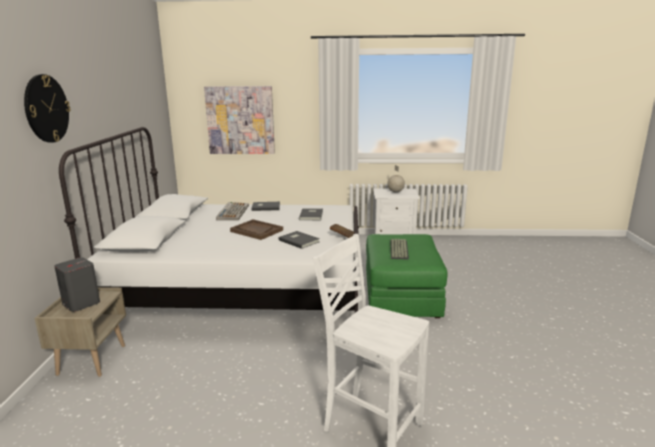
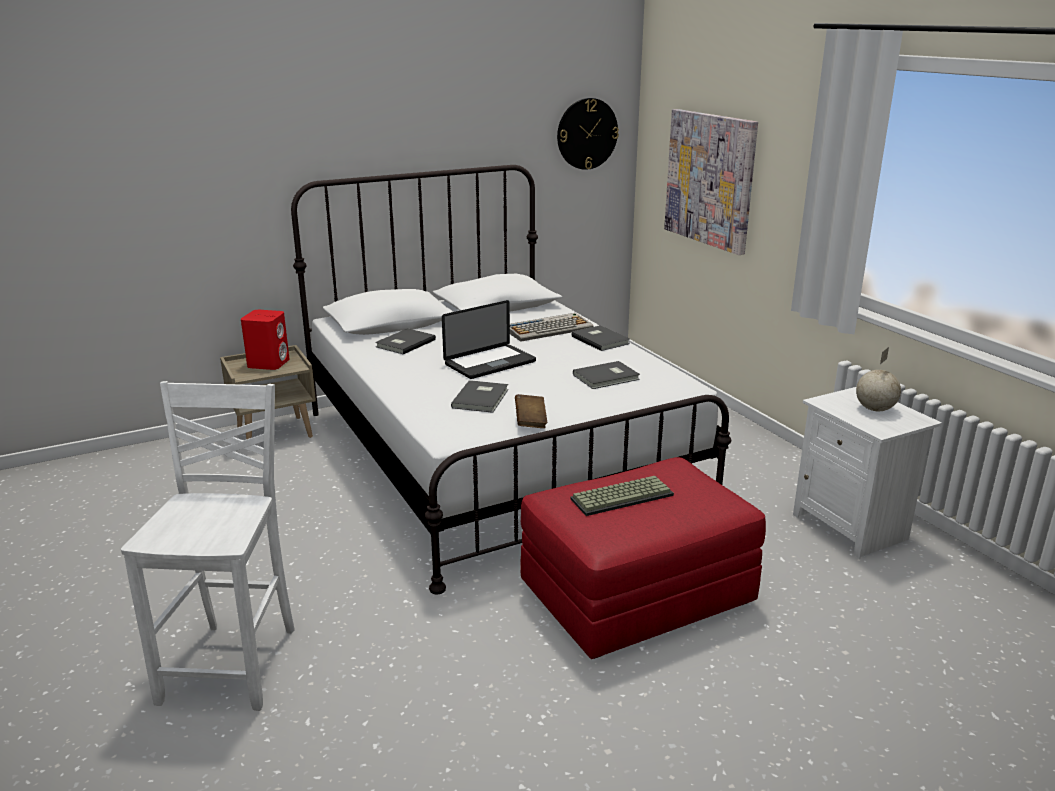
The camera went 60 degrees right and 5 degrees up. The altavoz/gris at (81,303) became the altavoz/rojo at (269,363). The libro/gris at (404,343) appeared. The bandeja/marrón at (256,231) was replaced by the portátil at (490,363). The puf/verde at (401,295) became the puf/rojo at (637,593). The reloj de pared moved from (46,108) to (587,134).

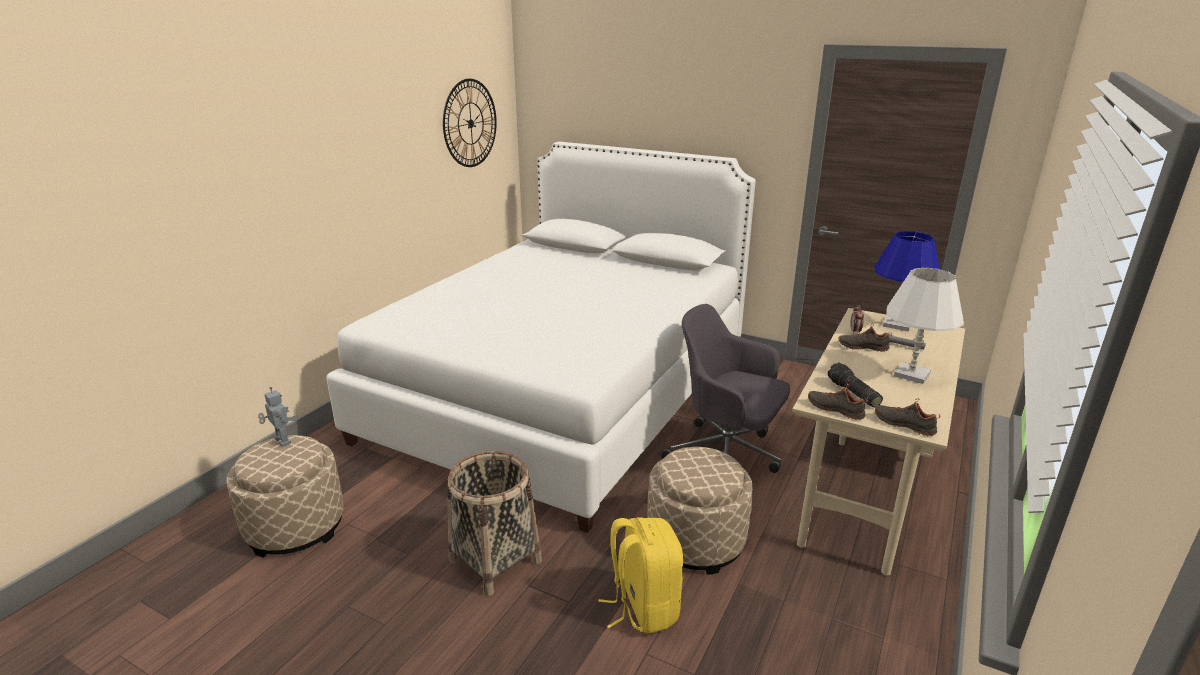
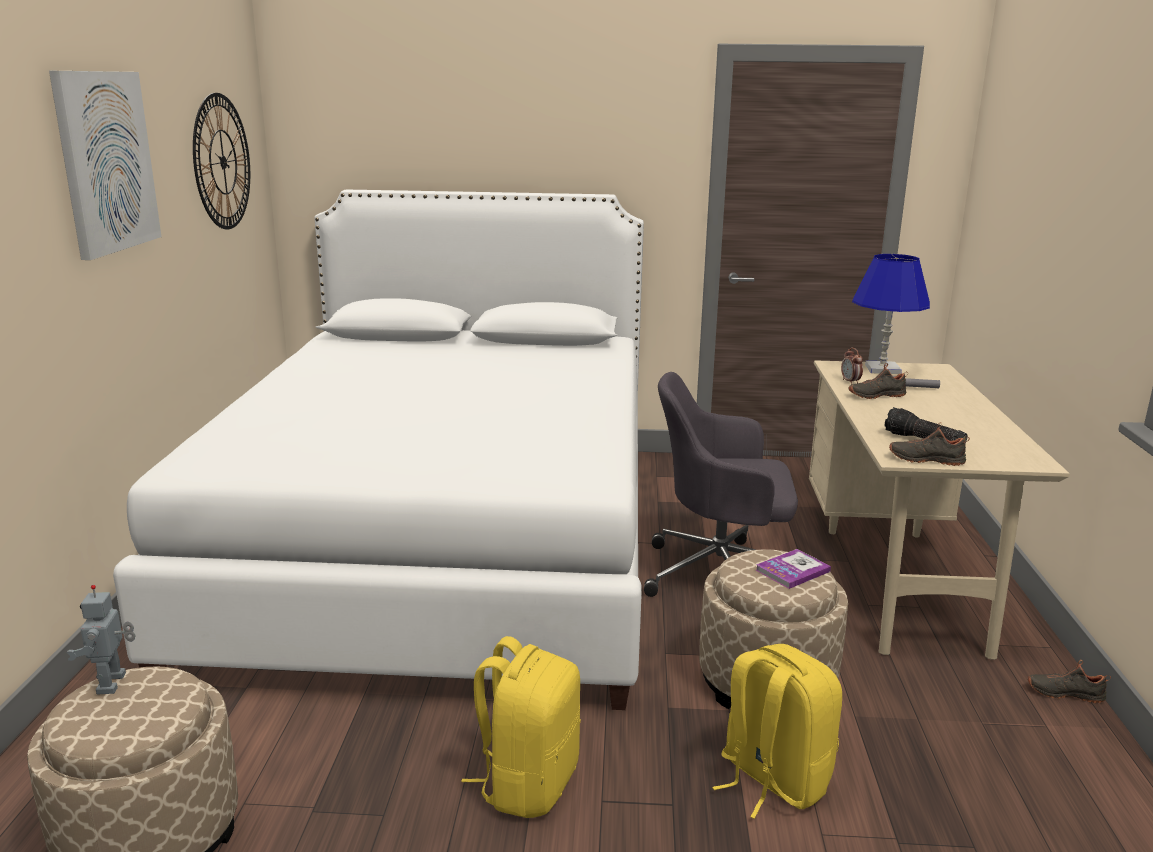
The camera went 25 degrees left and 5 degrees down. The cuadro at (105,162) appeared. The robot de juguete at (281,441) turned 120 degrees counterclockwise. The cesta at (495,560) was replaced by the mochila/amarillo at (528,783). The libro at (792,570) appeared. The zapato/negro moved from (904,424) to (1064,692). The lámpara de mesa/blanco at (911,374) disappeared.

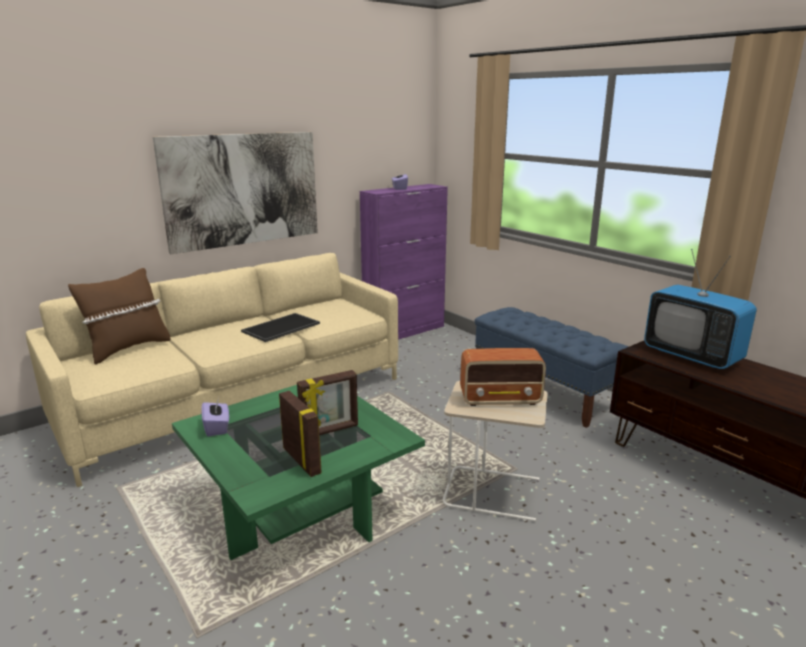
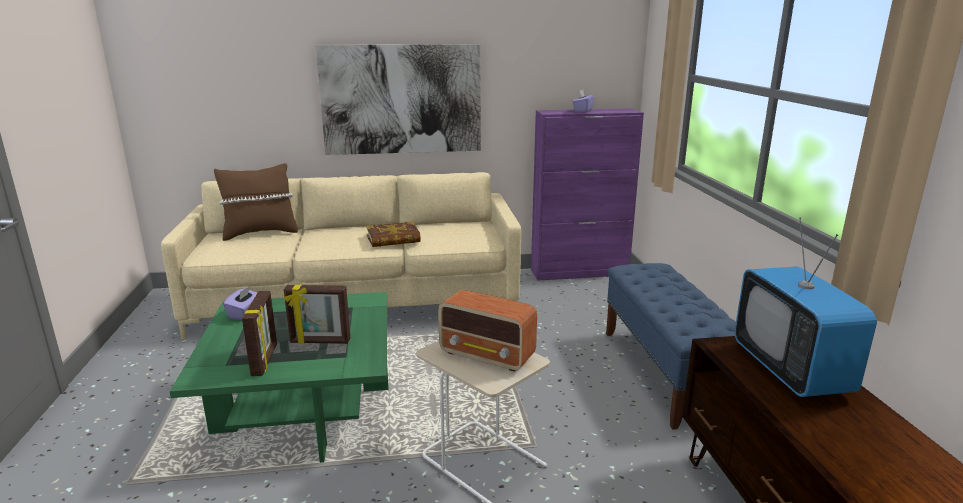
The camera went 30 degrees right and 0 degrees up. The bandeja at (281,328) was replaced by the libro at (393,239).

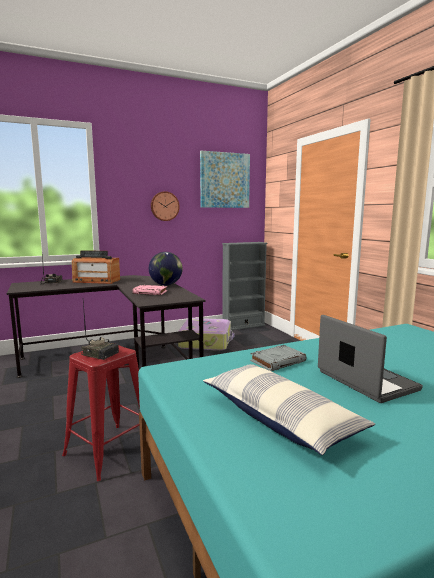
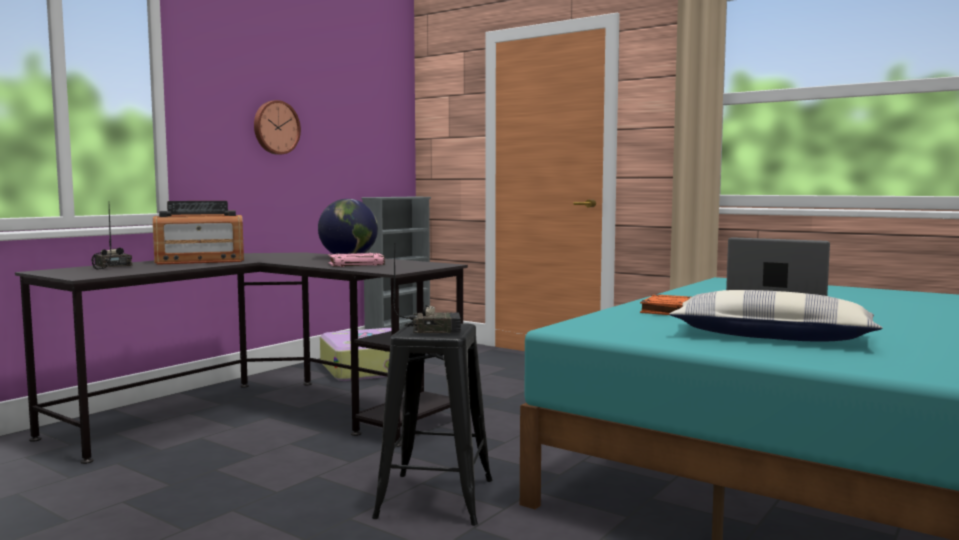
The camera went 30 degrees left and 5 degrees down. The taburete/rojo at (109,450) became the taburete/negro at (435,498). The libro/gris at (278,361) became the libro/naranja at (668,310). The cuadro at (224,180) disappeared.

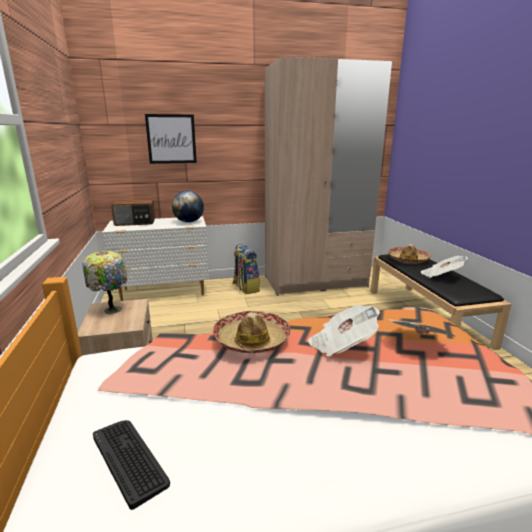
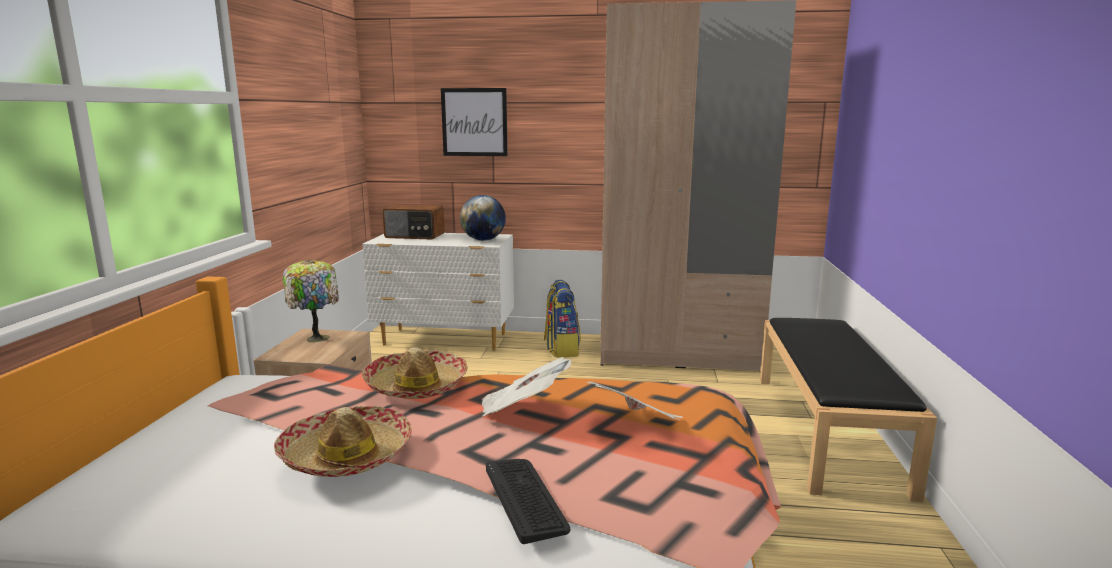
The camera went 20 degrees right and 5 degrees down. The sombrero moved from (408,260) to (346,455). The teclado moved from (129,459) to (525,498). The periódico at (441,276) disappeared.

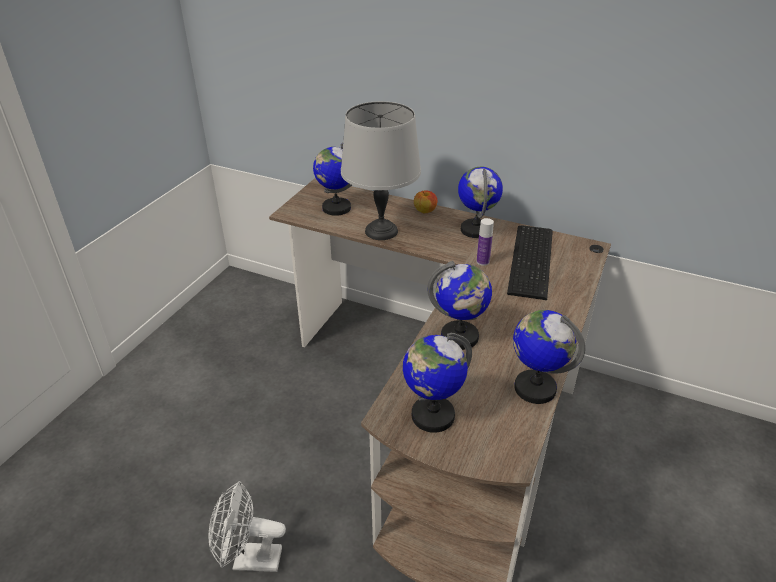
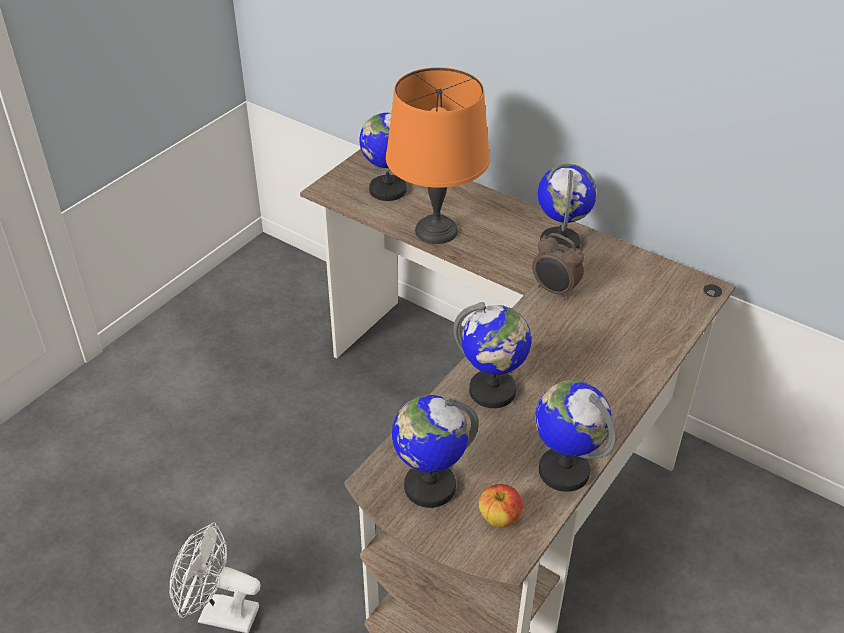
The camera went 10 degrees right and 5 degrees up. The lámpara de mesa/gris at (380,231) became the lámpara de mesa/naranja at (435,230). The manzana moved from (425,211) to (499,518). The botella at (483,261) was replaced by the despertador at (554,291). The teclado at (533,260) disappeared.

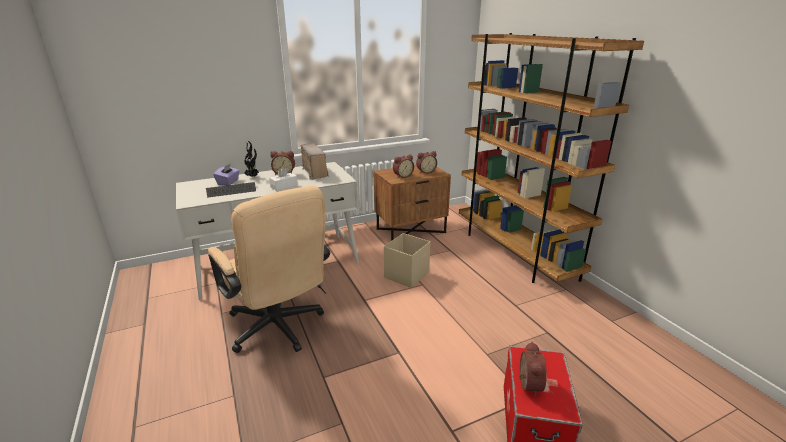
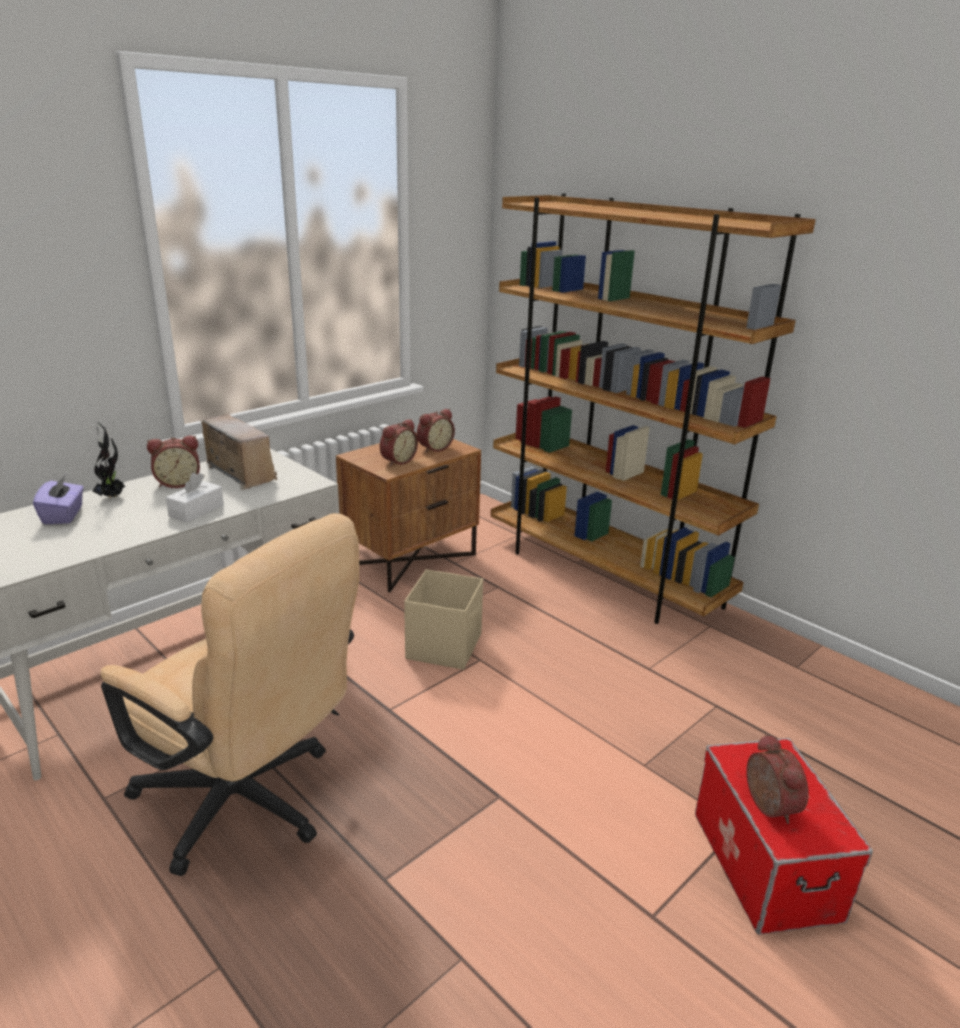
The camera went 20 degrees left and 0 degrees up. The teclado at (231,191) disappeared.

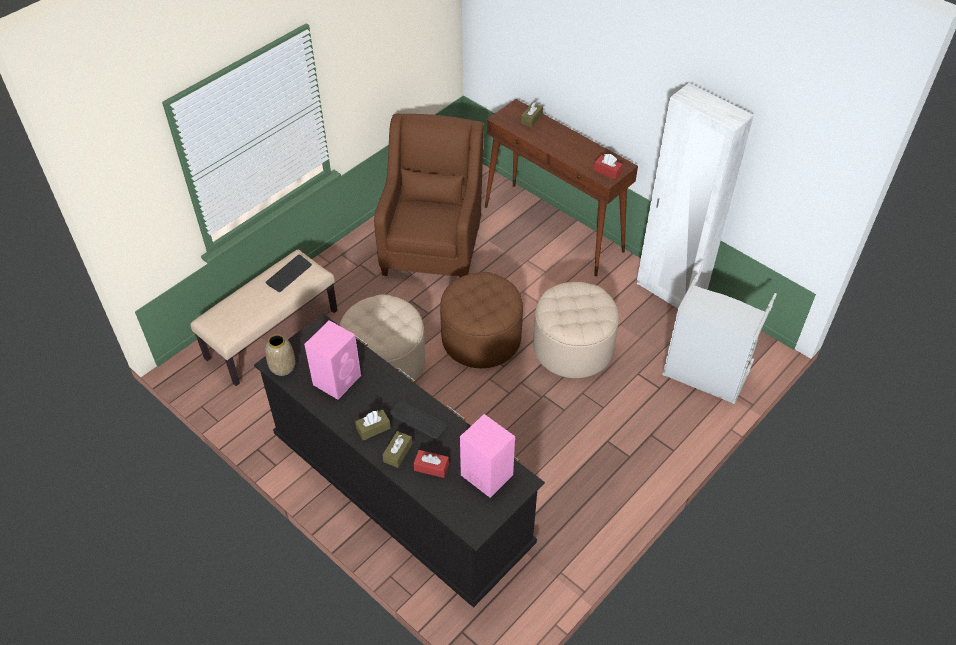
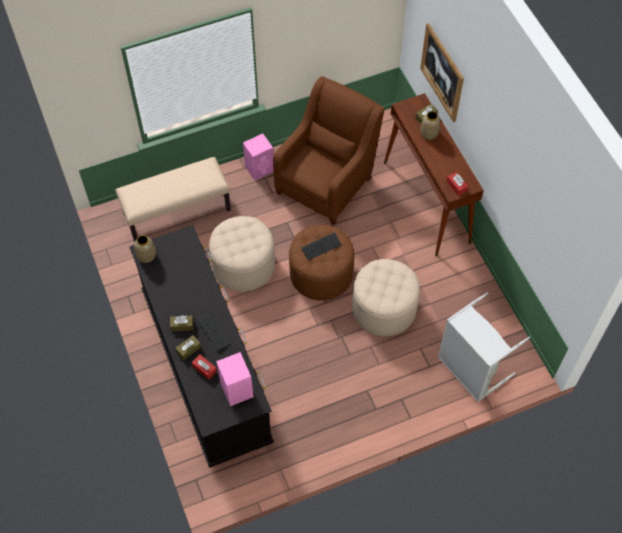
The camera went 25 degrees right and 10 degrees up. The altavoz/rosa moved from (338,379) to (260,168). The teclado moved from (289,274) to (321,247). The cuadro at (442,72) appeared. The florero at (429,133) appeared. The armario ropero/blanco at (669,293) disappeared.

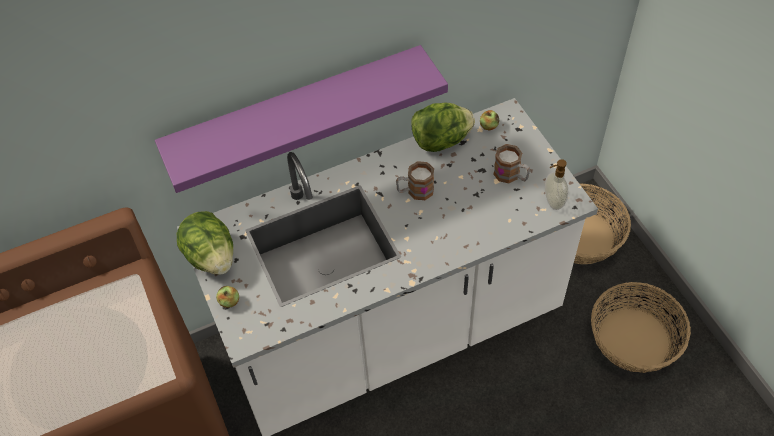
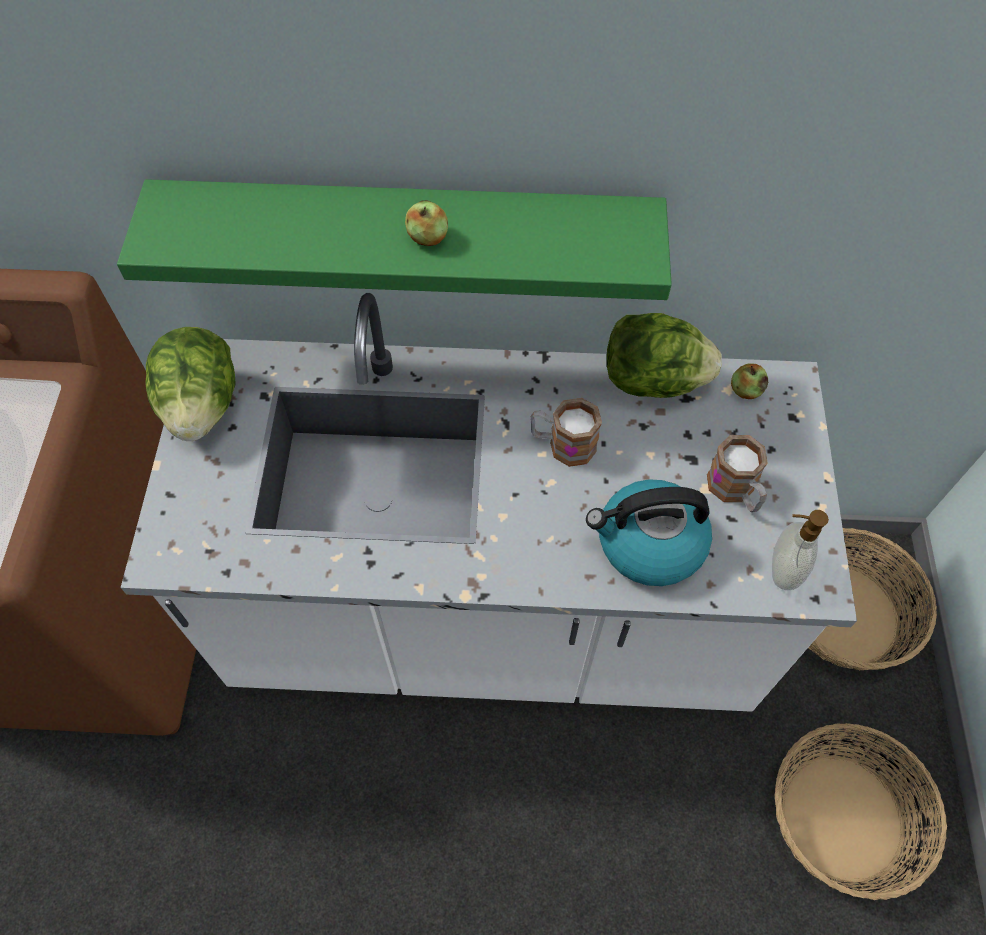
The camera went 25 degrees right and 5 degrees up. The estante/morado at (296,114) became the estante/verde at (408,235). The manzana moved from (229,301) to (427,237). The hervidor at (648,544) appeared.

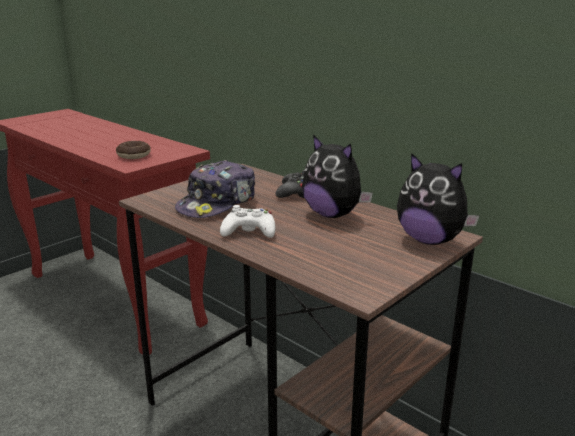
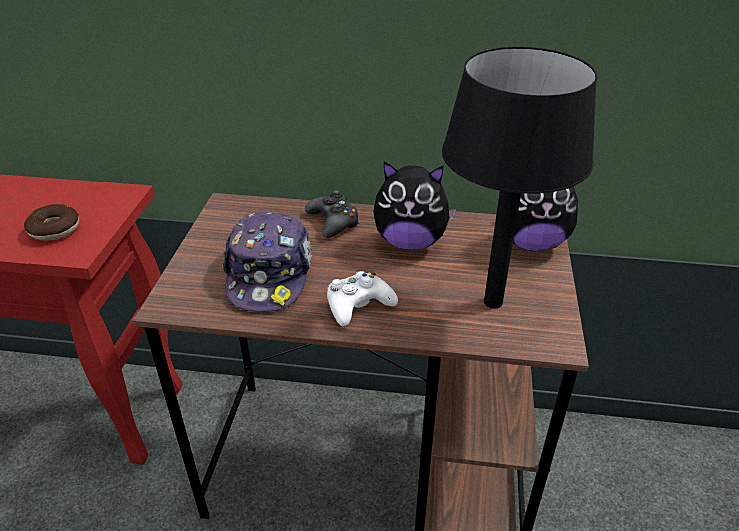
The camera went 35 degrees left and 15 degrees up. The lámpara de mesa/negro at (494,302) appeared.

